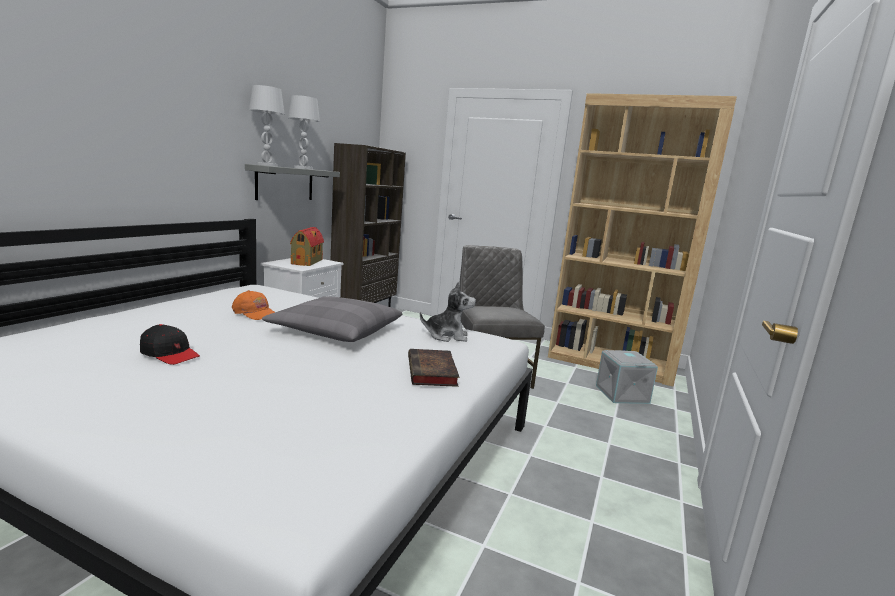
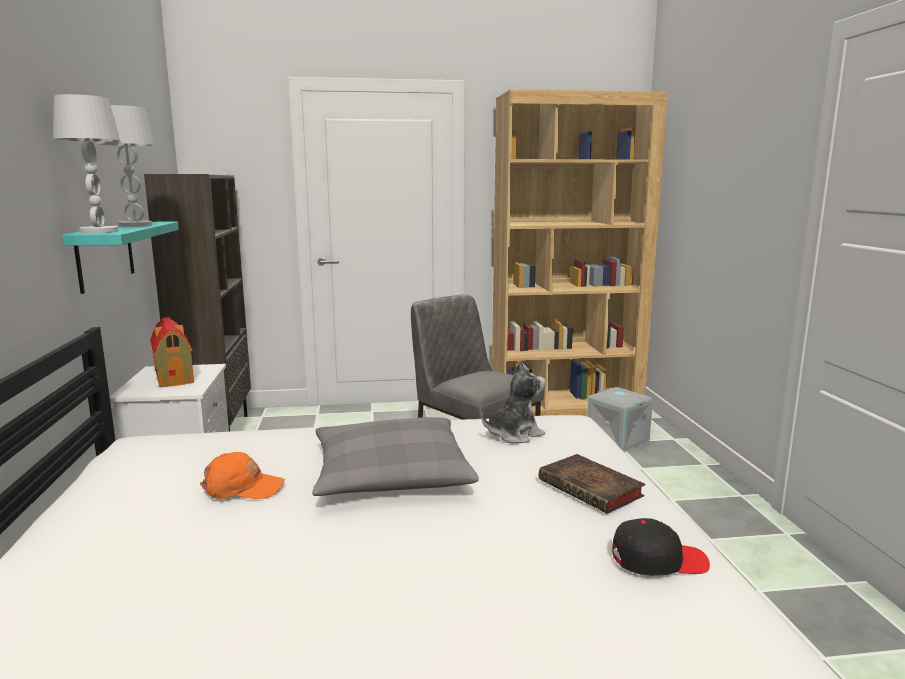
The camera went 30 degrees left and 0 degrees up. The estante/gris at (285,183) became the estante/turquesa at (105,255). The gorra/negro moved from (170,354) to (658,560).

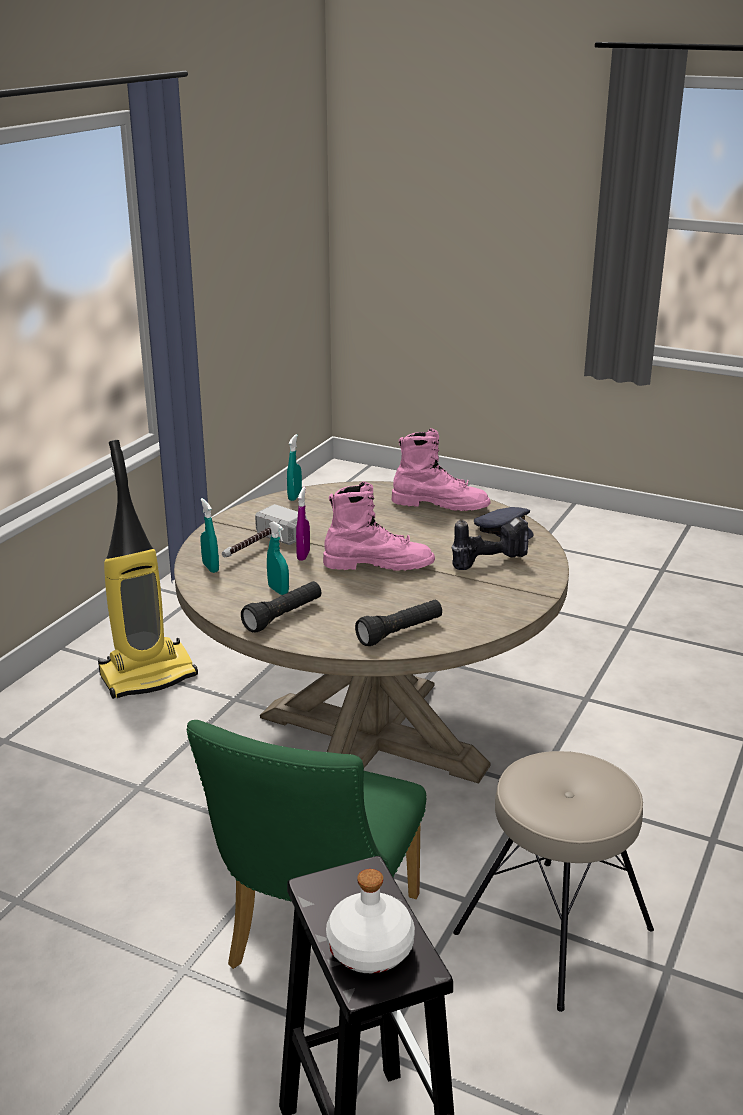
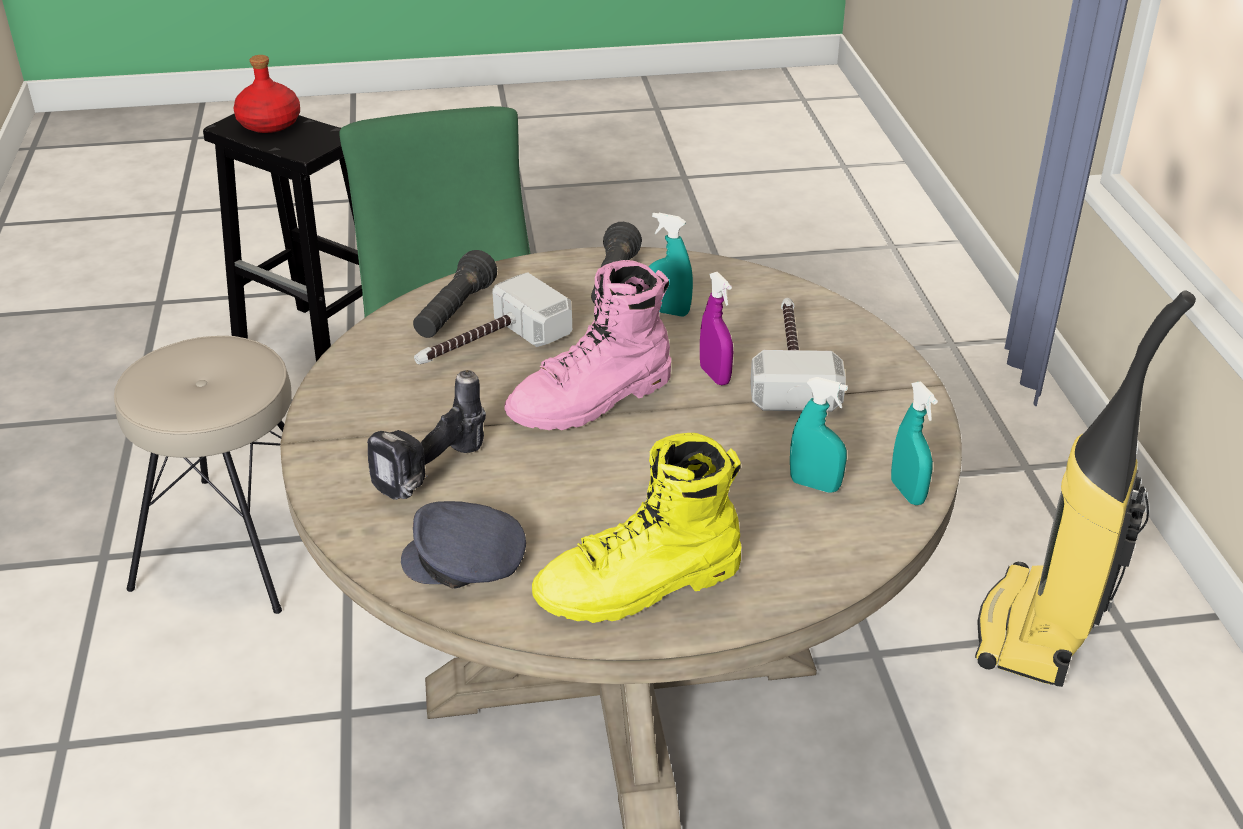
The camera went 145 degrees right and 10 degrees up. The botella/blanco at (369,949) became the botella/rojo at (270,123). The martillo at (488,346) appeared. The bota/rosa at (440,505) became the bota/amarillo at (640,586). The pulverizador/turquesa moved from (210,567) to (814,485).

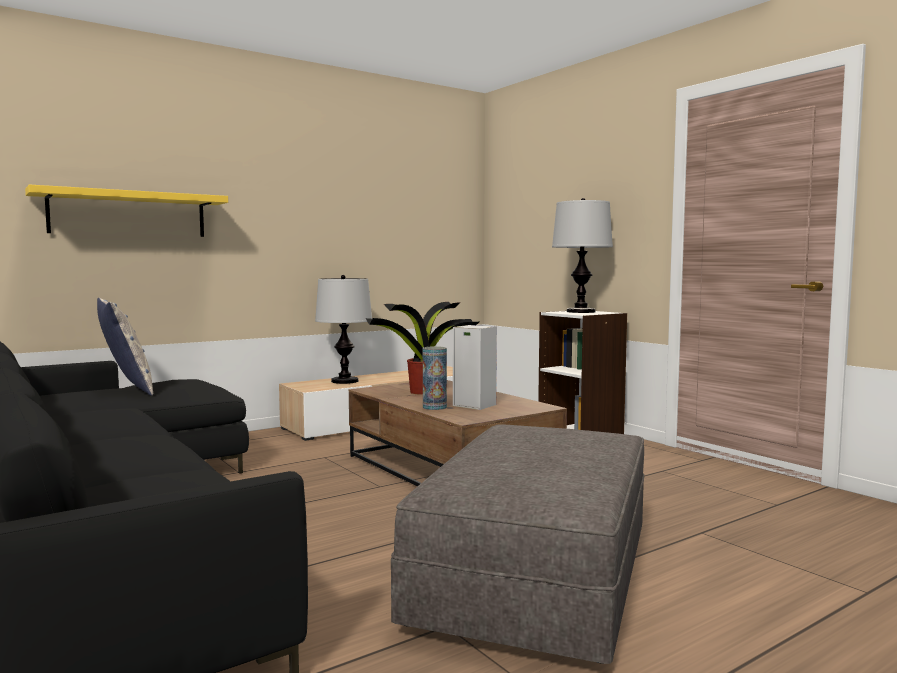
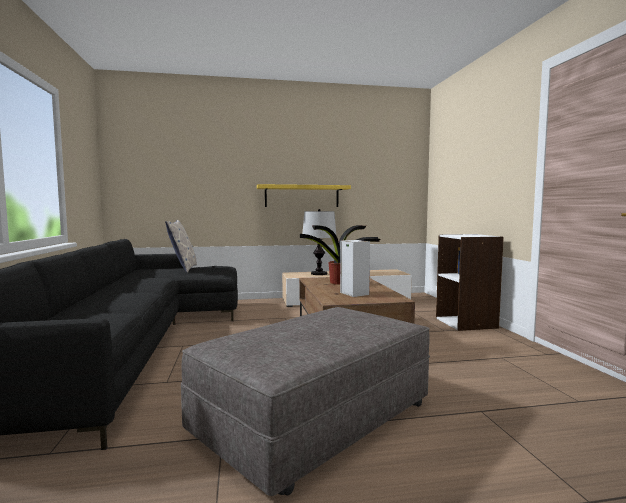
The camera went 25 degrees right and 0 degrees up. The estante/amarillo moved from (128,214) to (302,196). The florero at (434,407) disappeared. The lámpara de mesa at (580,311) disappeared.

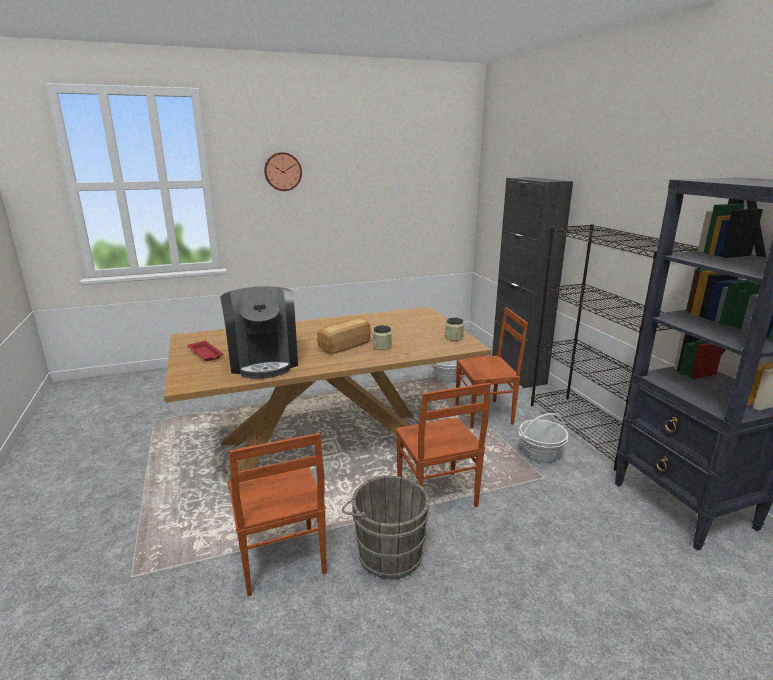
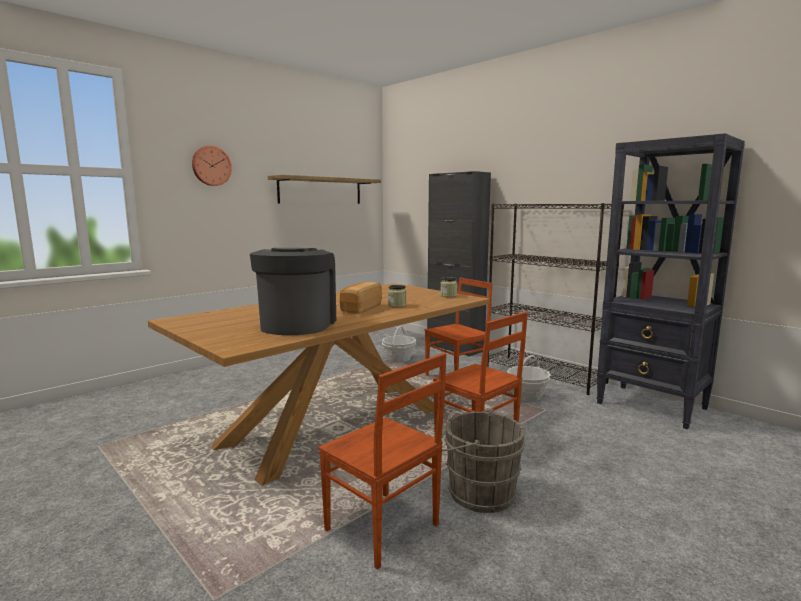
The camera went 25 degrees left and 10 degrees down. The cafetera at (264,361) turned 135 degrees counterclockwise. The estante at (321,191) appeared. The bandeja/rojo at (206,354) disappeared.

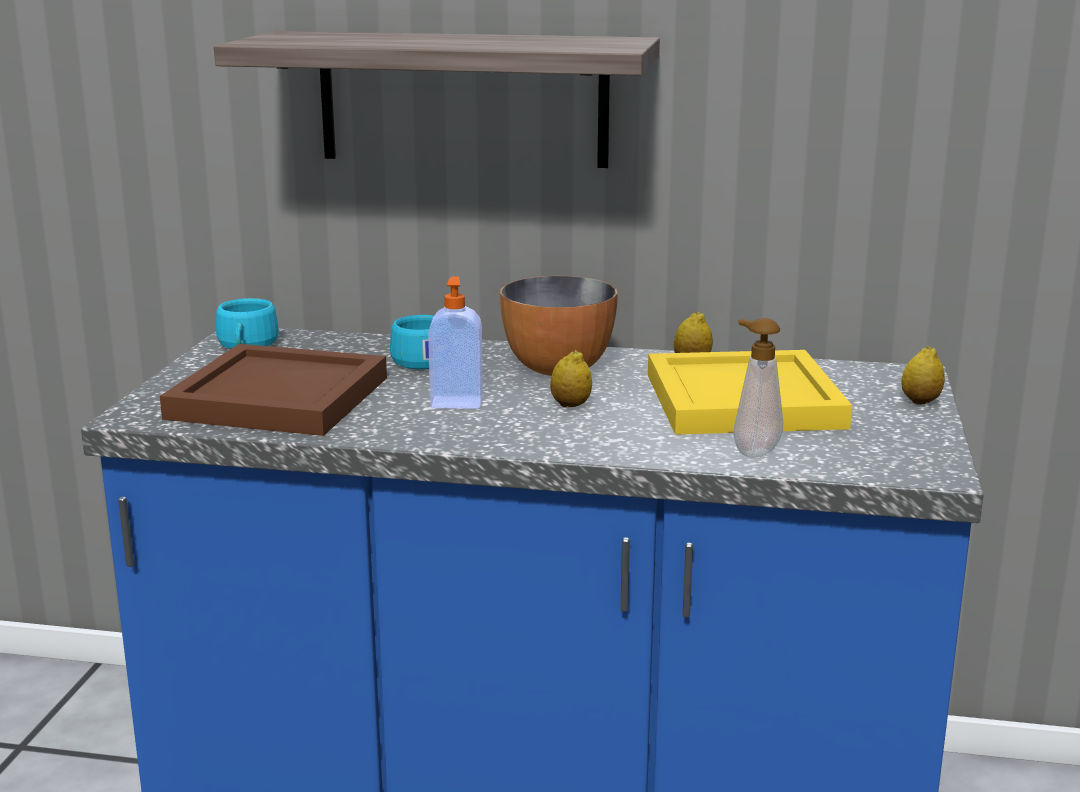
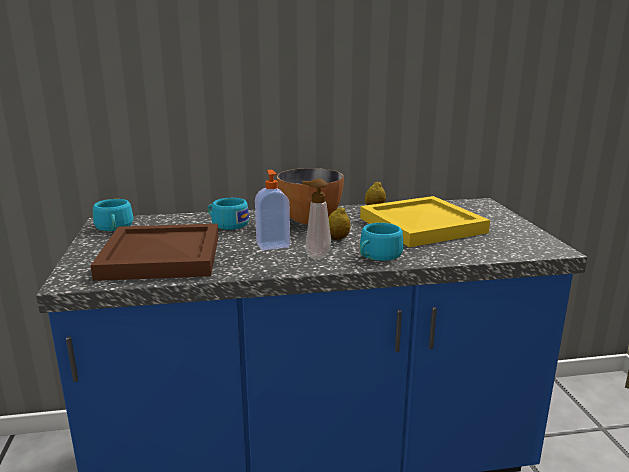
The camera went 20 degrees left and 0 degrees up. The dispensador de jabón moved from (753,451) to (315,256). The taza/turquesa at (377,256) appeared. The estante at (463,99) disappeared. The limón at (920,401) disappeared.

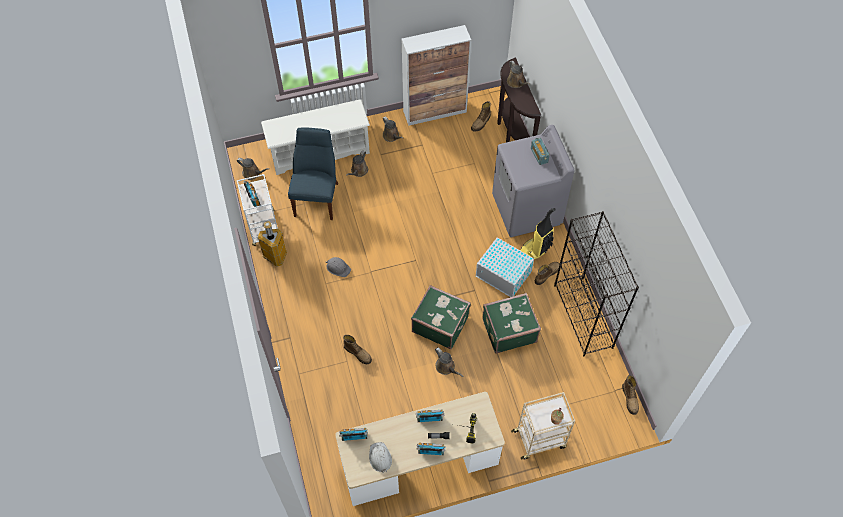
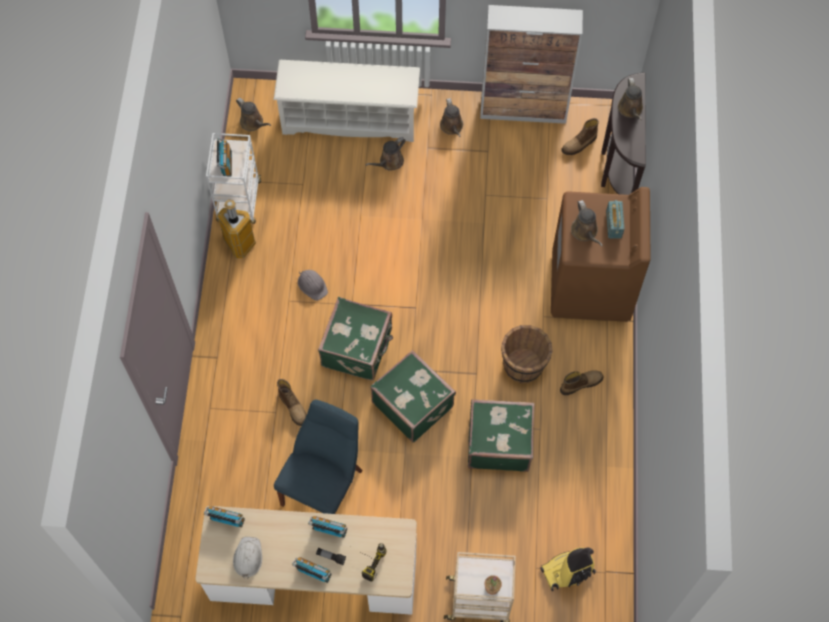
The camera went 20 degrees right and 5 degrees up. The silla/azul moved from (317,197) to (324,484). The maleta/verde at (358,348) appeared. The caja de almacenaje/blanco at (504,274) was replaced by the cubo/marrón at (523,365). The aspiradora moved from (535,251) to (567,572). The lavadora/gris at (526,210) became the lavadora/marrón at (590,286). The regadera/marrón moved from (446,367) to (585,232). The estantería/negro at (583,316) disappeared. The bota at (630,398) disappeared.

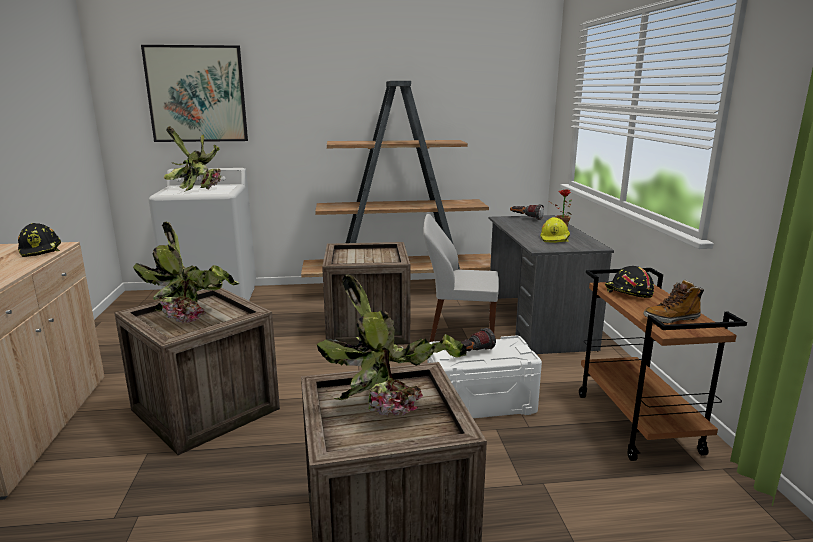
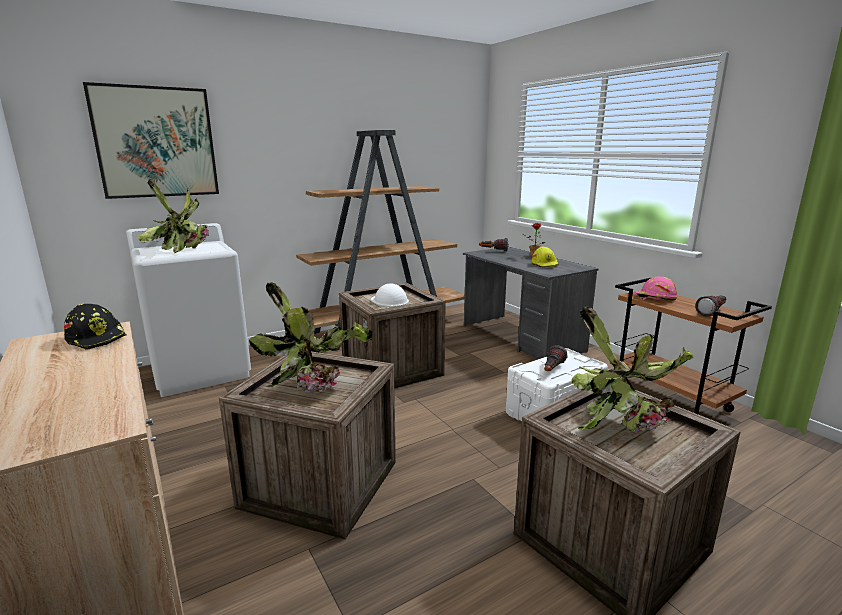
The camera went 25 degrees left and 0 degrees up. The casco/blanco at (389,300) appeared. The casco/negro at (628,292) became the casco/rosa at (655,298). The bota at (671,319) was replaced by the linterna at (712,312). The silla/blanco at (459,331) disappeared.

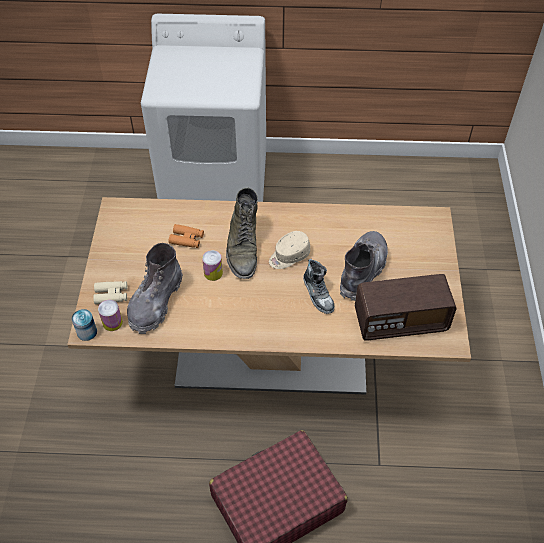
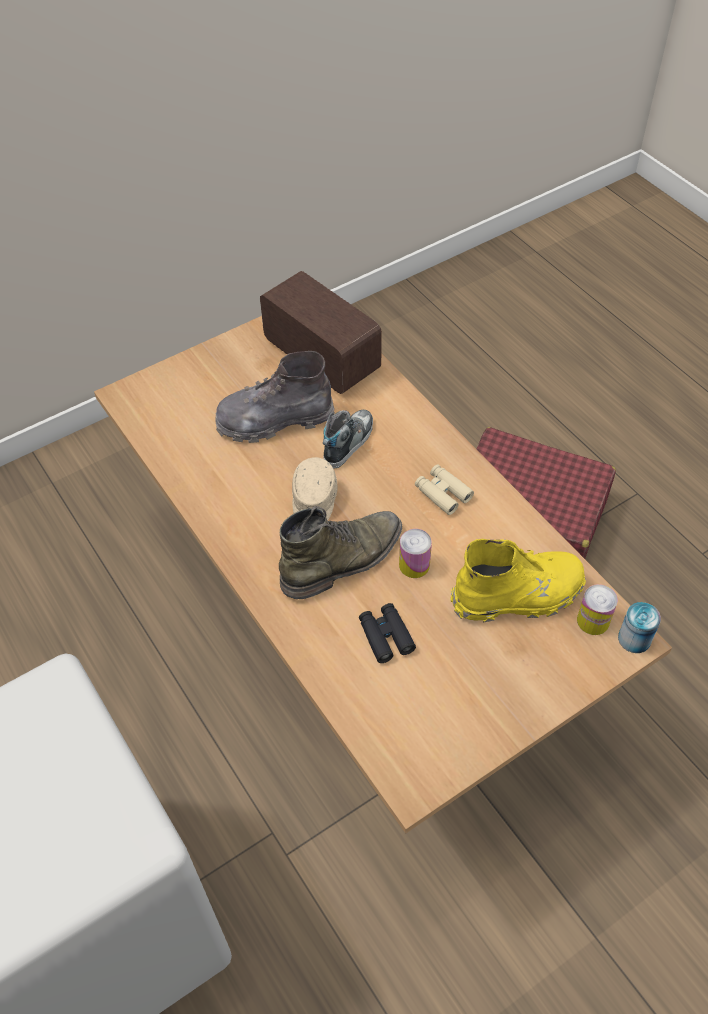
The camera went 125 degrees left and 0 degrees up. The gorra/beis at (289,256) turned 75 degrees clockwise. The prismáticos/naranja at (187,239) became the prismáticos/negro at (386,636). The prismáticos/beis moved from (111,295) to (443,493). The bota/gris at (155,302) became the bota/amarillo at (518,596).

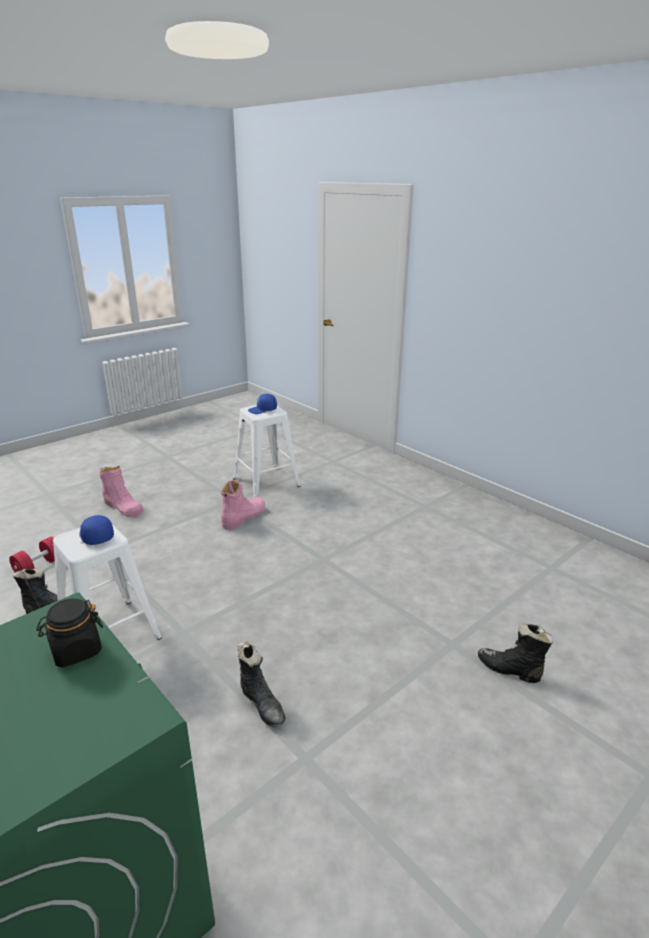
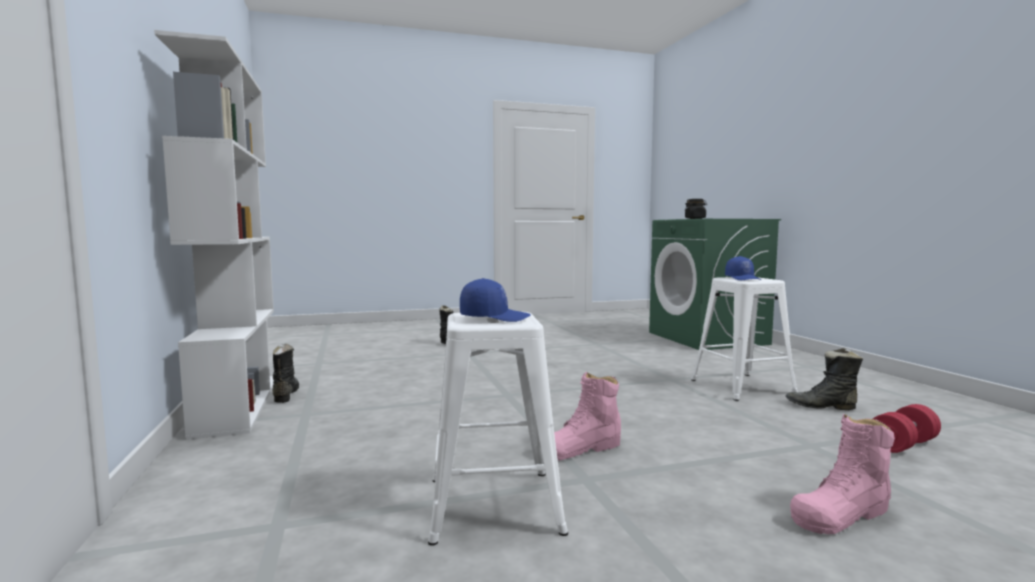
The camera went 155 degrees left and 20 degrees down. The estantería/blanco at (238,403) appeared. The bota/negro moved from (262,704) to (285,395). The bota/rosa at (123,507) turned 90 degrees counterclockwise.

